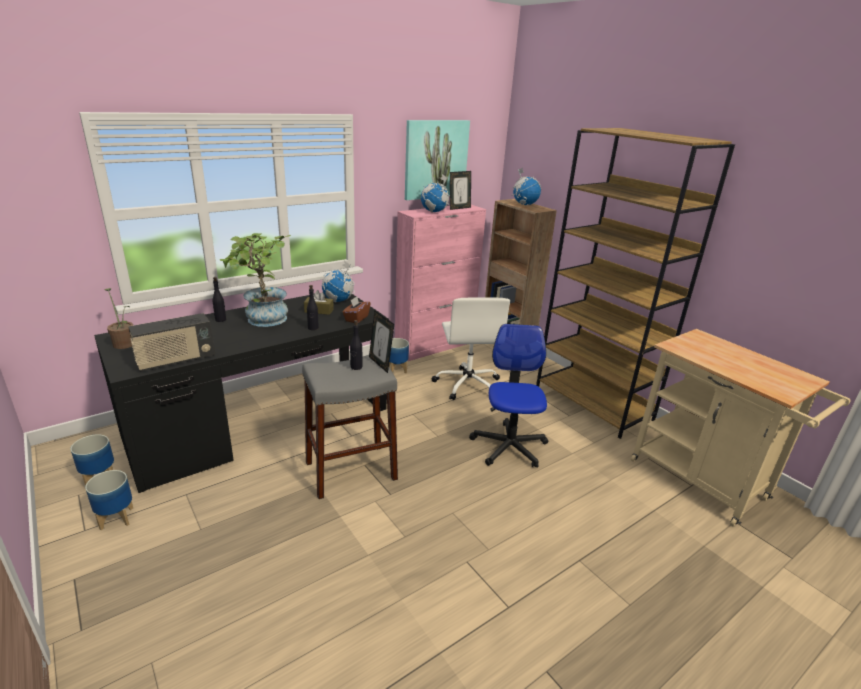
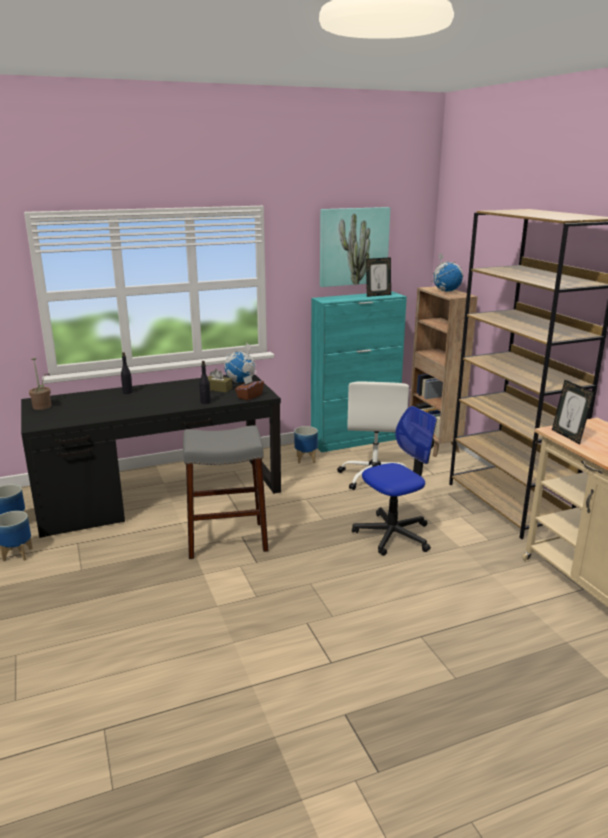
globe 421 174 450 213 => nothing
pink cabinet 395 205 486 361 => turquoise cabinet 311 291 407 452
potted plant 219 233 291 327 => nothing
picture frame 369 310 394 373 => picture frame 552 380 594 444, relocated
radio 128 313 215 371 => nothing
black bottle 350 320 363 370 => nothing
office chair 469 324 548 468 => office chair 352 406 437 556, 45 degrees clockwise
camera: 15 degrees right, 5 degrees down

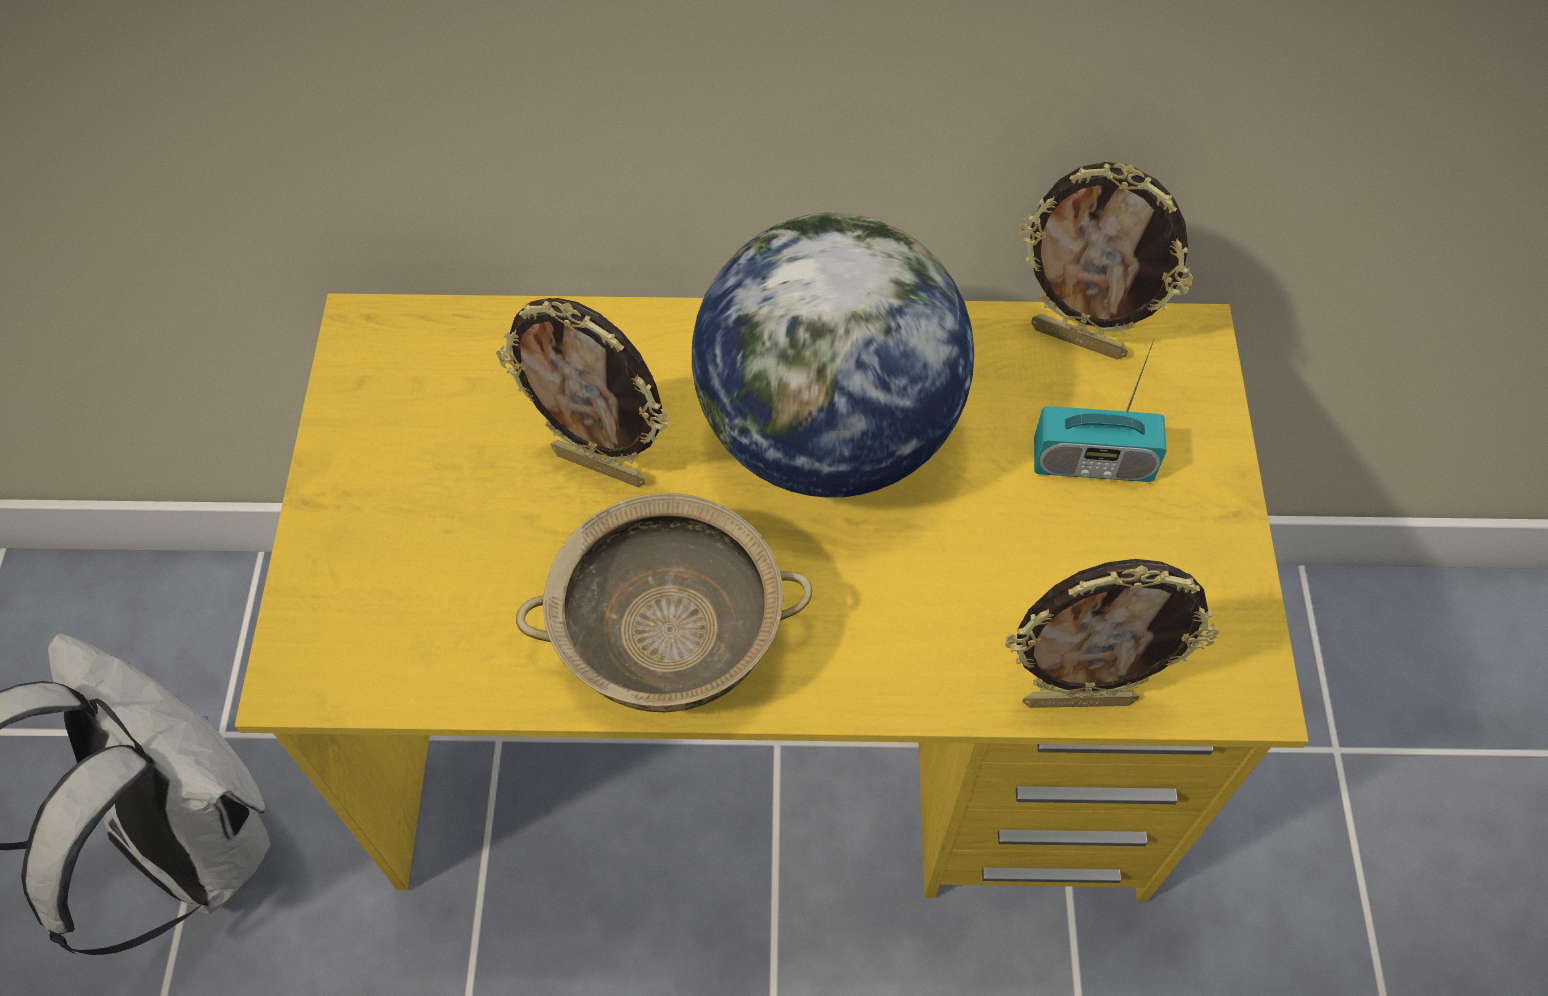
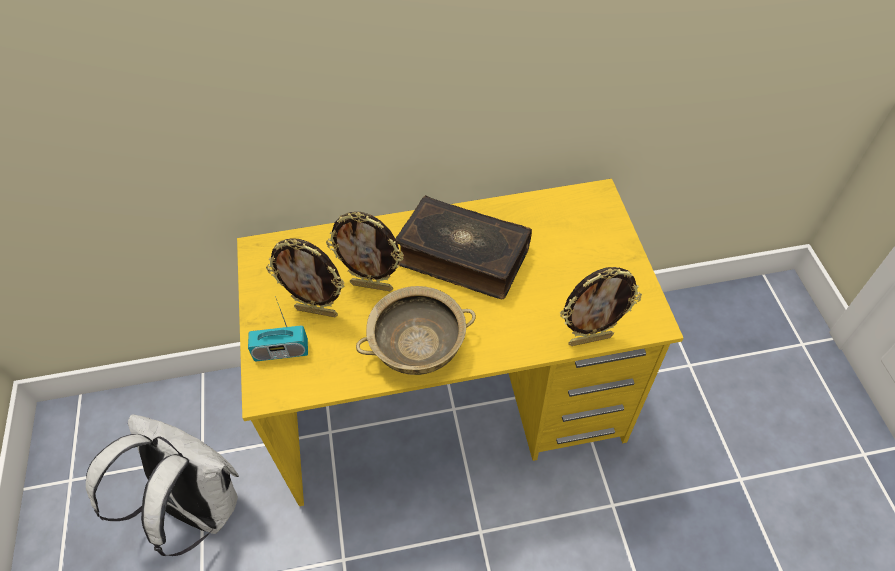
picture frame 1018 162 1193 360 => picture frame 266 239 345 317, relocated
globe 692 213 974 498 => book 395 195 532 299
radio 1034 339 1166 482 => radio 248 296 308 361, relocated
camera: 10 degrees left, 5 degrees down

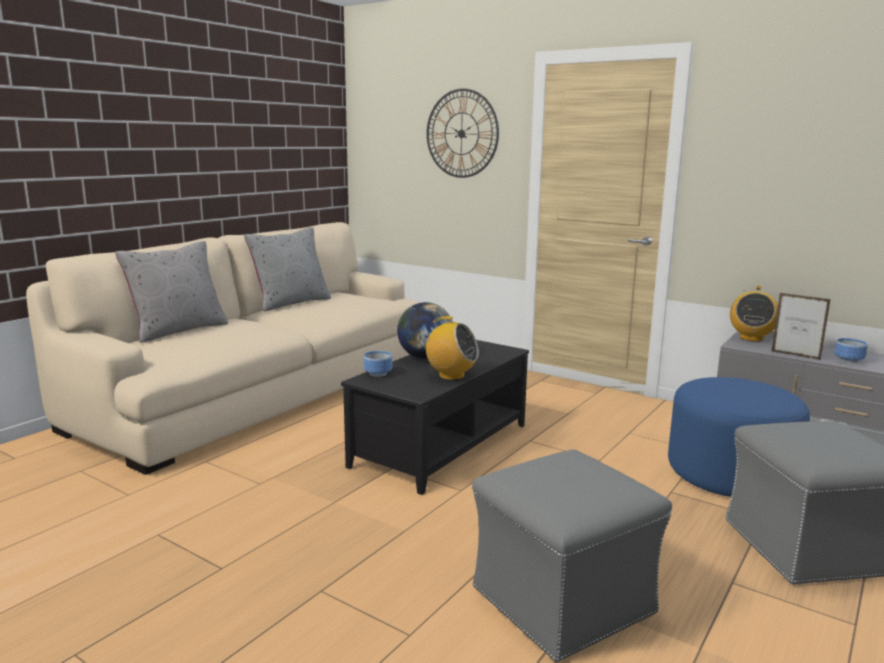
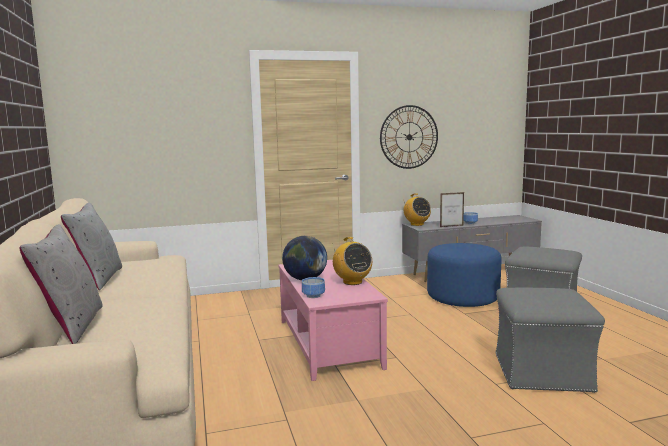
wall clock 427 89 499 178 => wall clock 380 105 438 169, relocated
radio 421 316 479 380 => radio 332 237 372 285, 90 degrees clockwise
black coffee table 341 340 529 495 => pink coffee table 278 260 388 381
camera: 50 degrees left, 5 degrees down

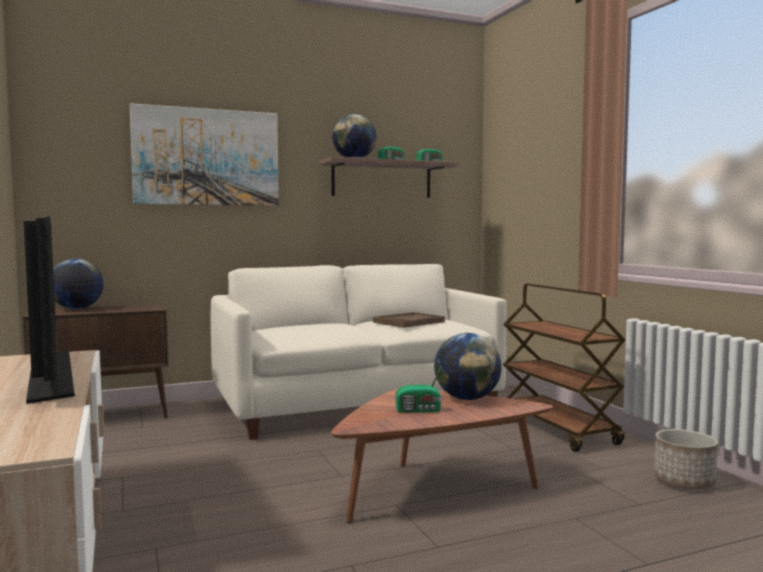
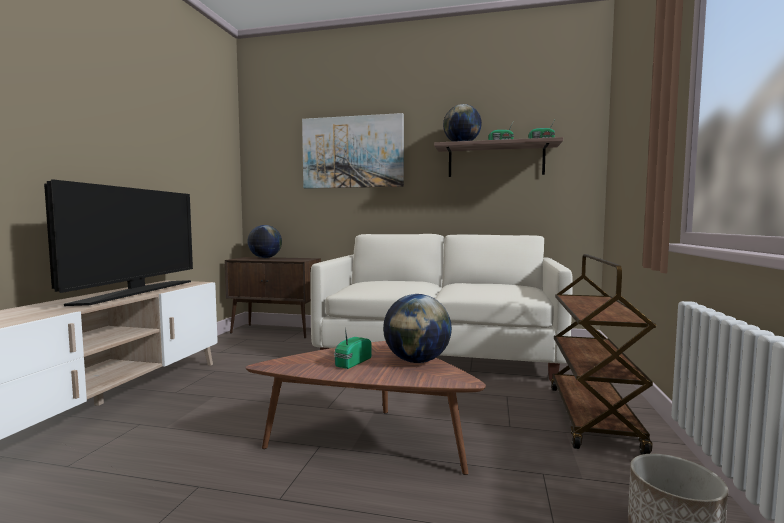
brown tray 373 312 445 328 => nothing
radio 395 365 442 413 => radio 334 327 372 369, 90 degrees clockwise
camera: 35 degrees right, 0 degrees up

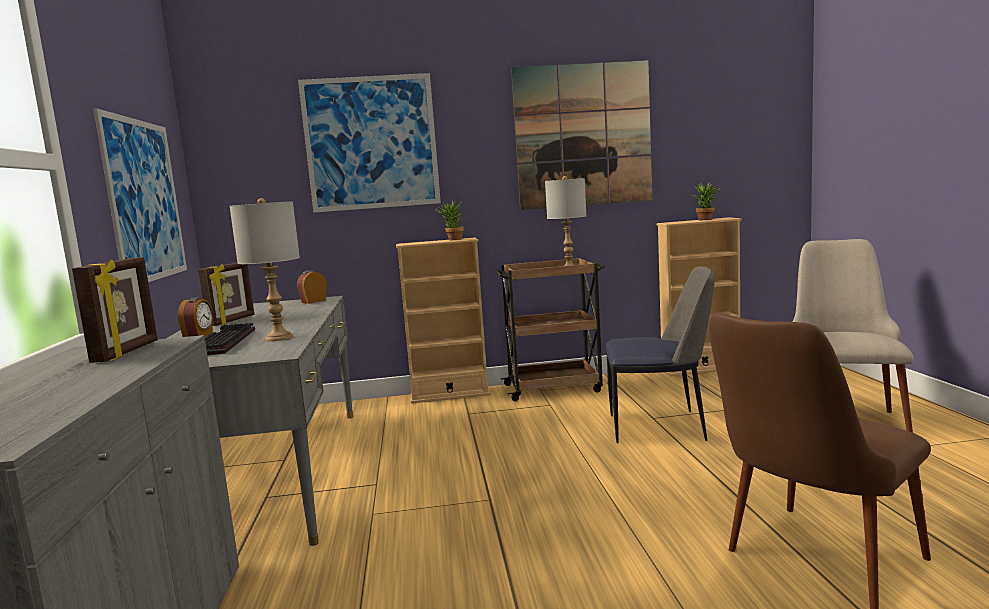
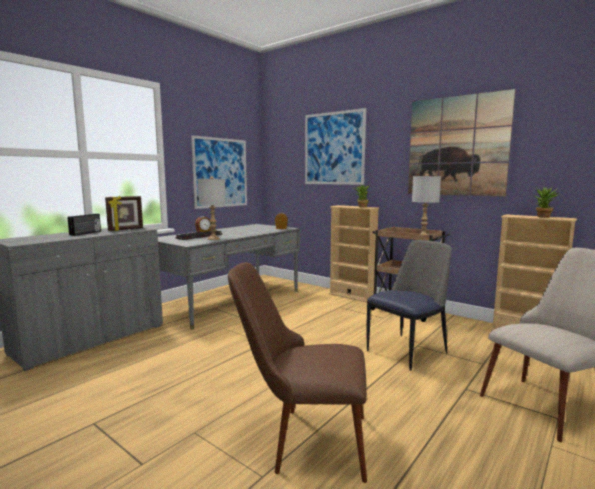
picture frame 198 263 254 326 => nothing
chair 606 266 714 443 => chair 366 240 452 371, 90 degrees counterclockwise
nothing => radio 68 214 101 236
camera: 45 degrees right, 0 degrees up

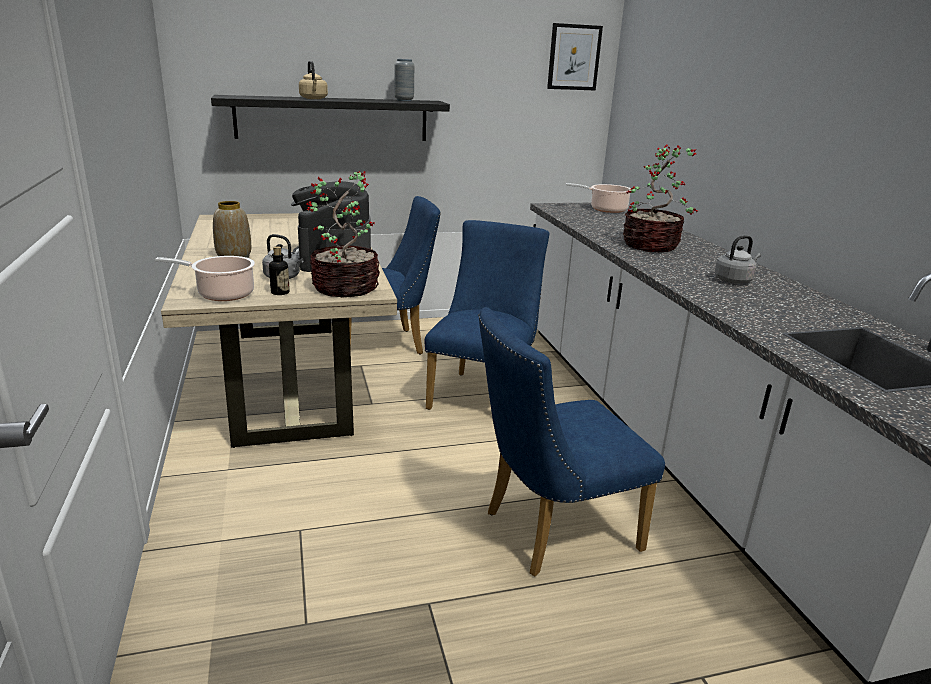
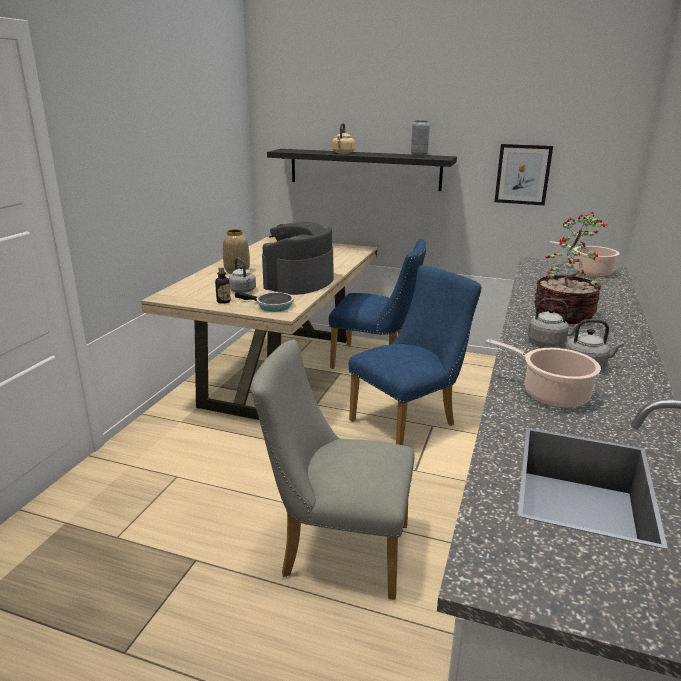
picture 547 23 603 91 => picture 494 144 553 205, relocated
potted plant 306 171 380 297 => frying pan 235 291 294 312
cooking pot 155 256 255 301 => cooking pot 485 339 601 408, relocated
blue chair 478 307 665 576 => grey chair 251 340 415 600
nothing => grey kettle 528 298 582 346
camera: 35 degrees right, 0 degrees up

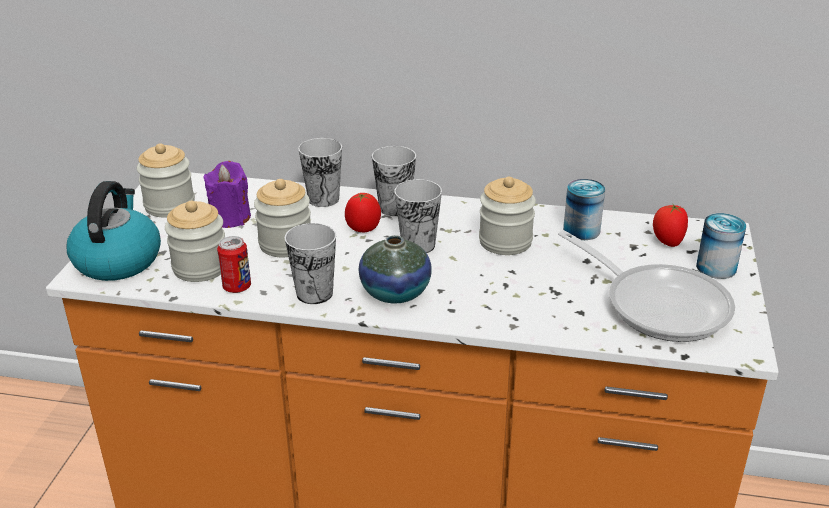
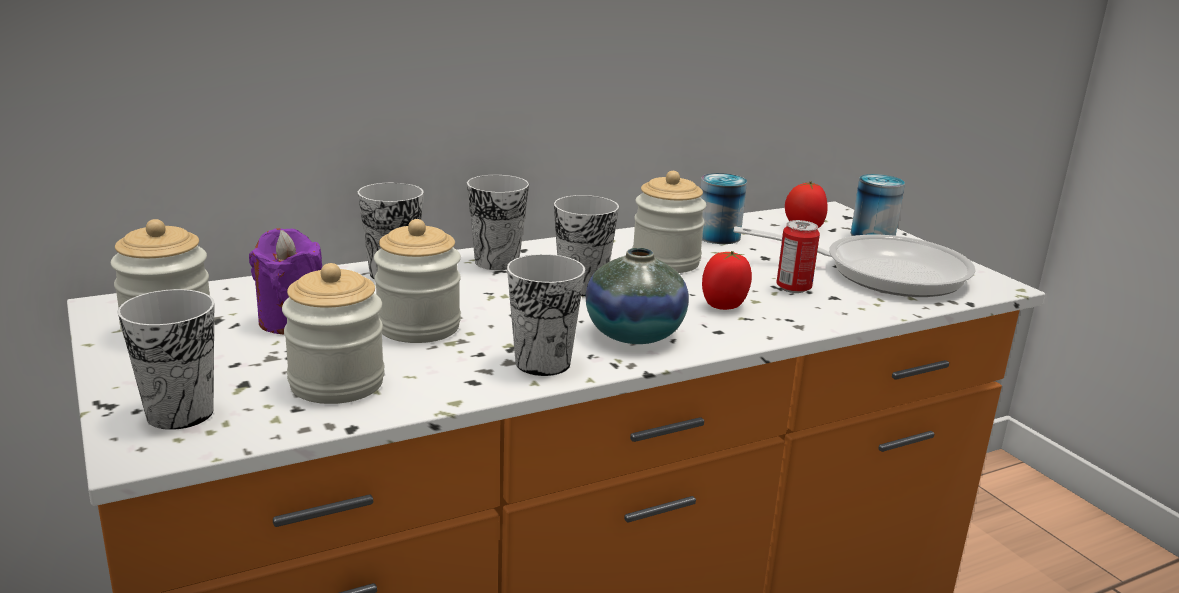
kettle 67 181 161 281 => cup 117 289 214 430
tomato 345 193 381 232 => tomato 702 251 752 310, relocated
can 217 236 251 293 => can 776 220 820 293, relocated
camera: 40 degrees left, 10 degrees down

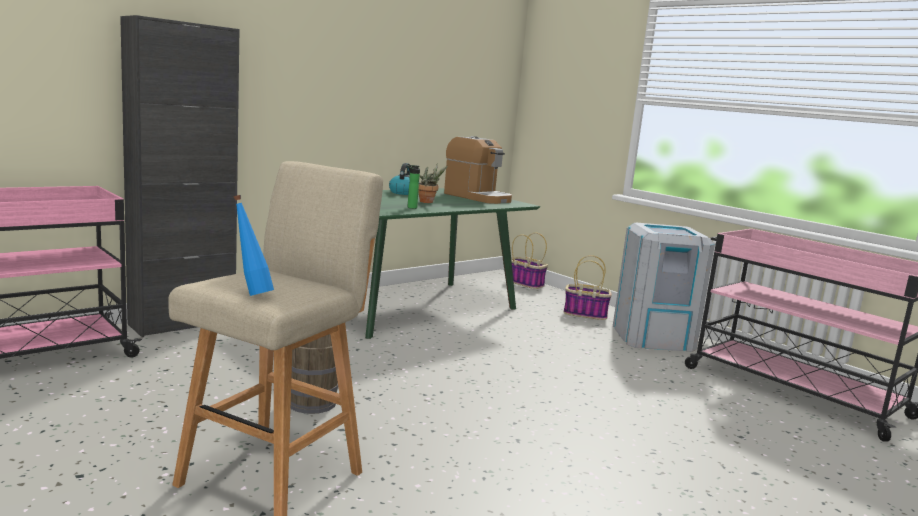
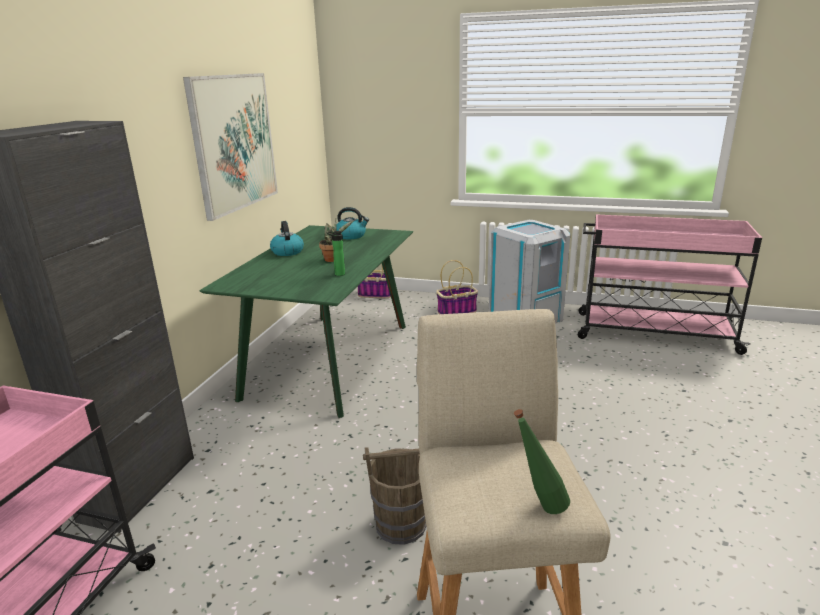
coffee machine 444 136 512 204 => kettle 336 207 369 239
blue bottle 233 195 274 296 => green bottle 514 409 570 514
nothing => picture 183 73 278 221
camera: 30 degrees left, 10 degrees up

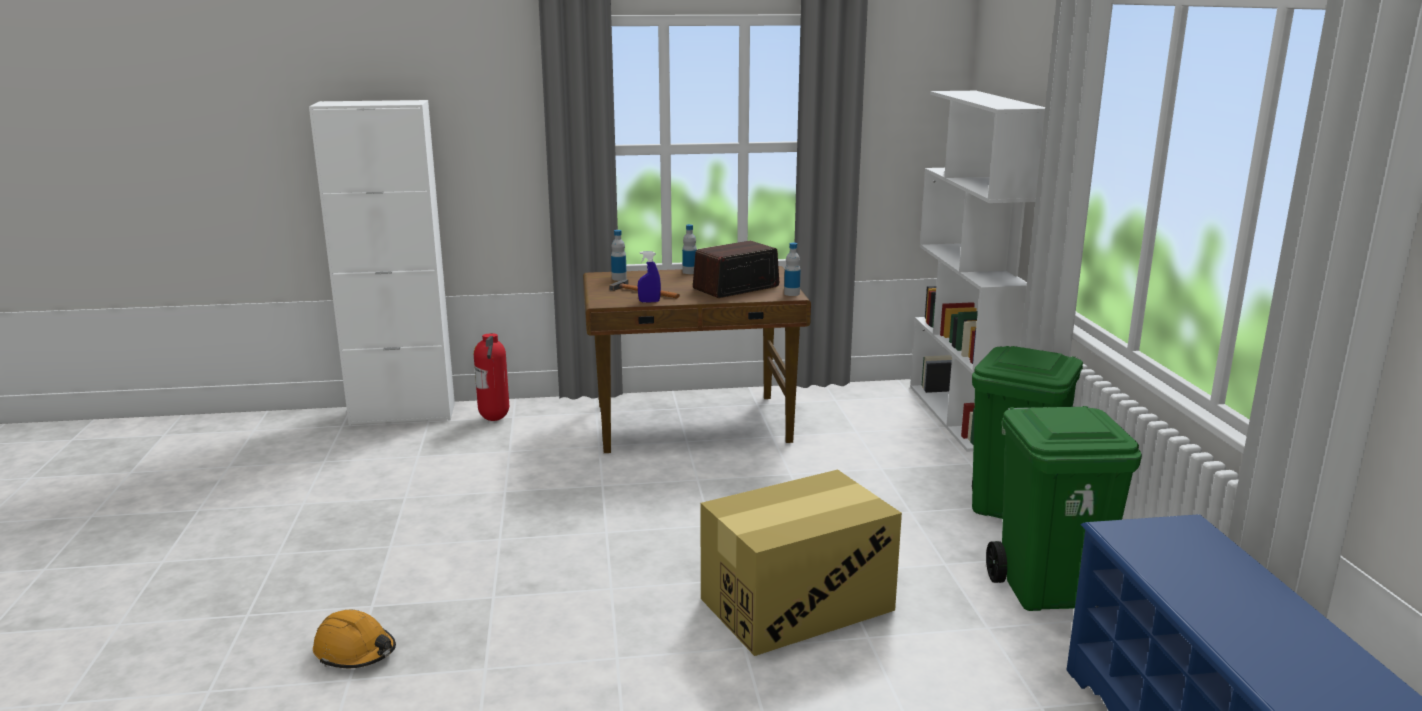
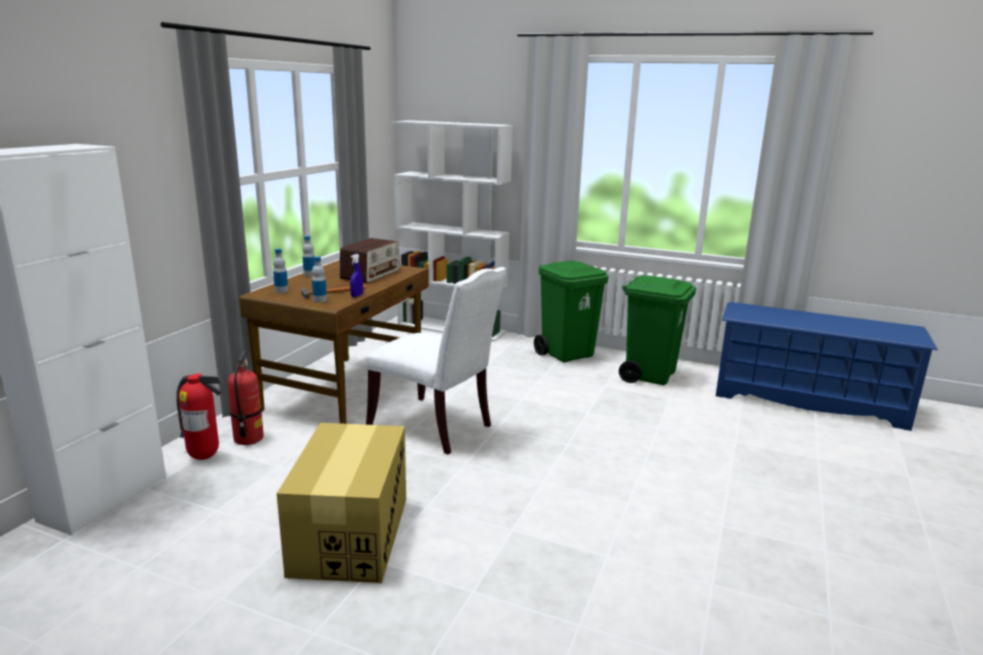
radio 693 241 779 298 => radio 340 238 400 283, 150 degrees counterclockwise
bottle 784 243 801 296 => bottle 312 256 327 303, relocated
cardboard box 700 470 902 656 => cardboard box 277 423 406 583, relocated
orange hard hat 313 610 396 668 => nothing
nothing => white chair 365 267 507 455
nothing => fire extinguisher 228 351 264 445
camera: 60 degrees left, 0 degrees up

